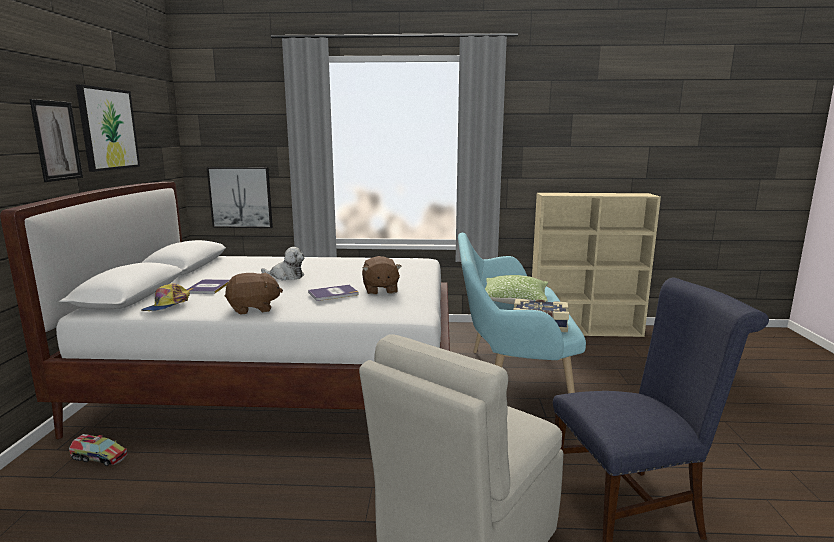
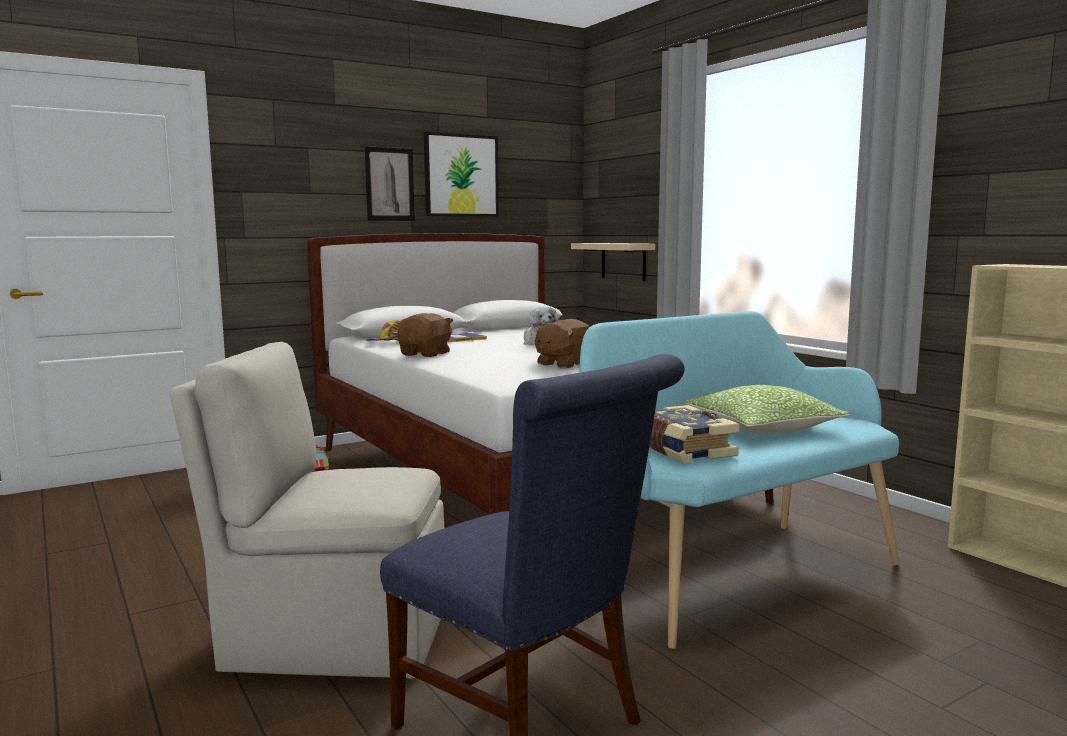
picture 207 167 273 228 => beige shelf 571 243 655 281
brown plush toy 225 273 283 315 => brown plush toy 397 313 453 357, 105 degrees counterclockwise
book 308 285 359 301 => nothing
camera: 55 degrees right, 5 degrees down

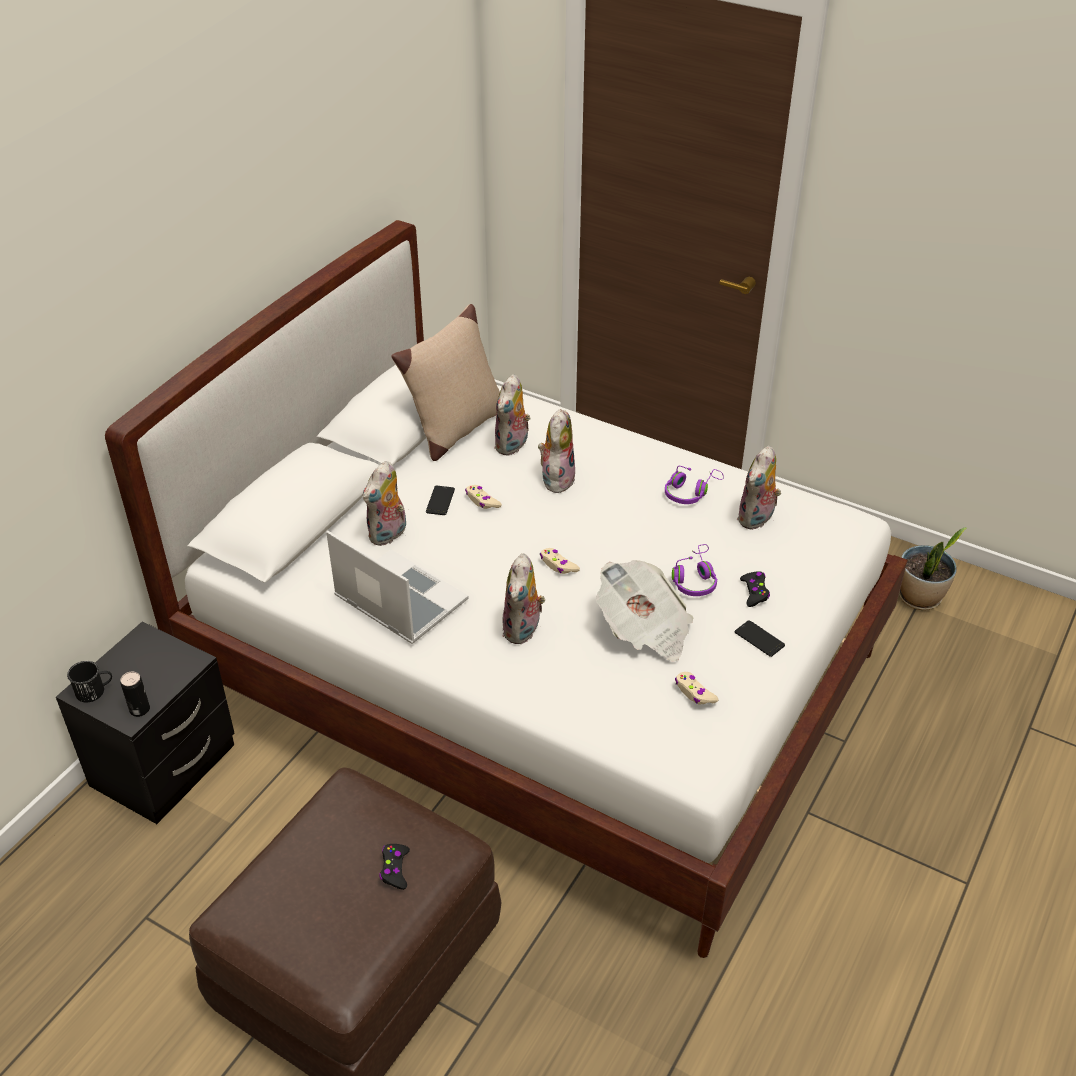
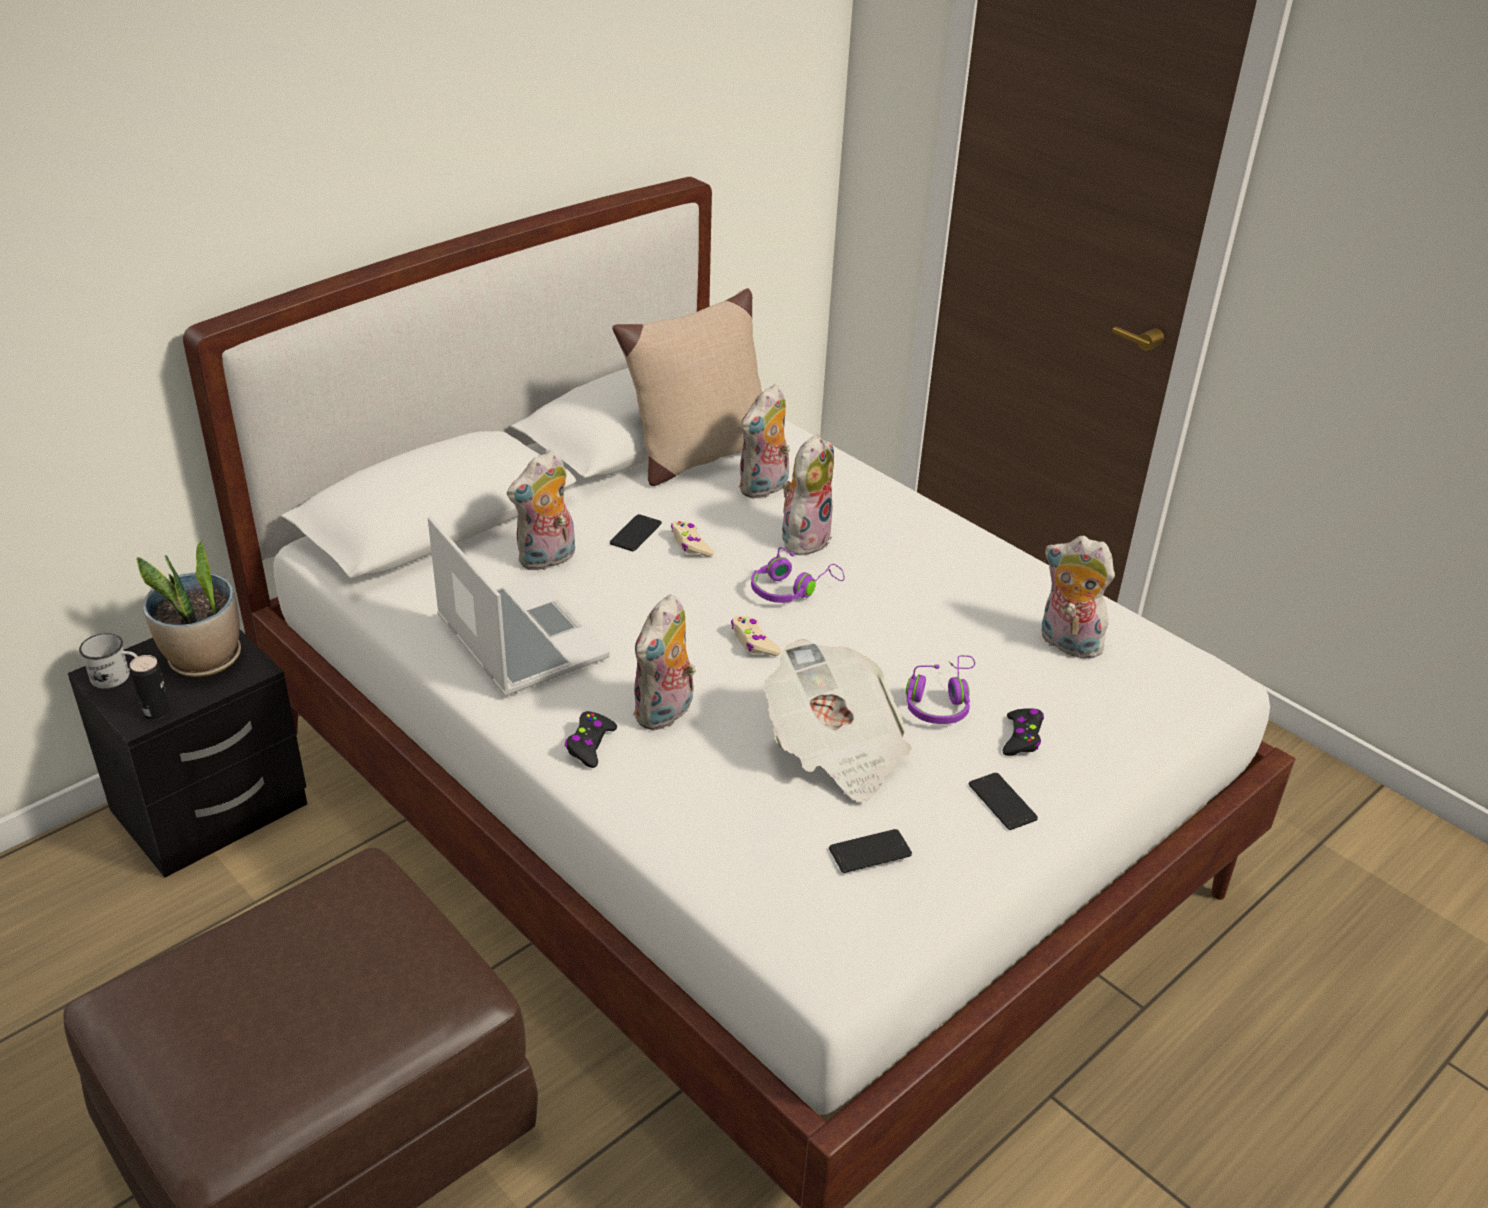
plush toy 737 446 781 530 => plush toy 1042 536 1115 659, 75 degrees clockwise
purple headphones 665 466 724 504 => purple headphones 751 547 845 603, relocated
potted plant 899 528 966 610 => potted plant 137 539 241 677, relocated
black mug 67 661 112 702 => white mug 79 633 138 689
beige game controller 675 672 719 705 => phone 829 829 912 873
black game controller 379 844 410 890 => black game controller 565 711 617 768, relocated
camera: 15 degrees right, 5 degrees down

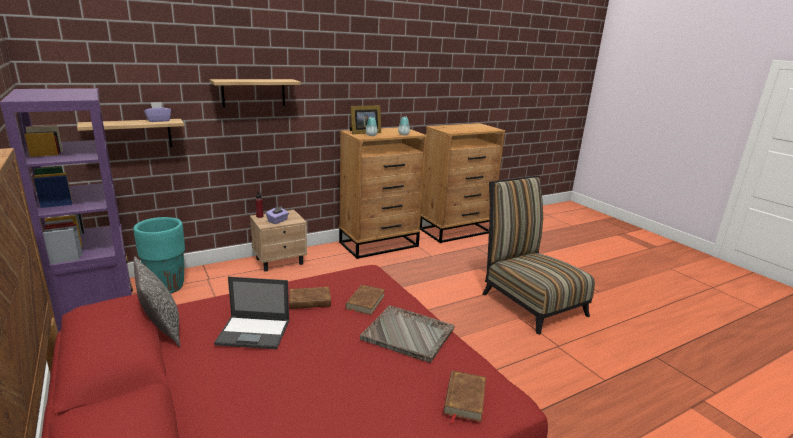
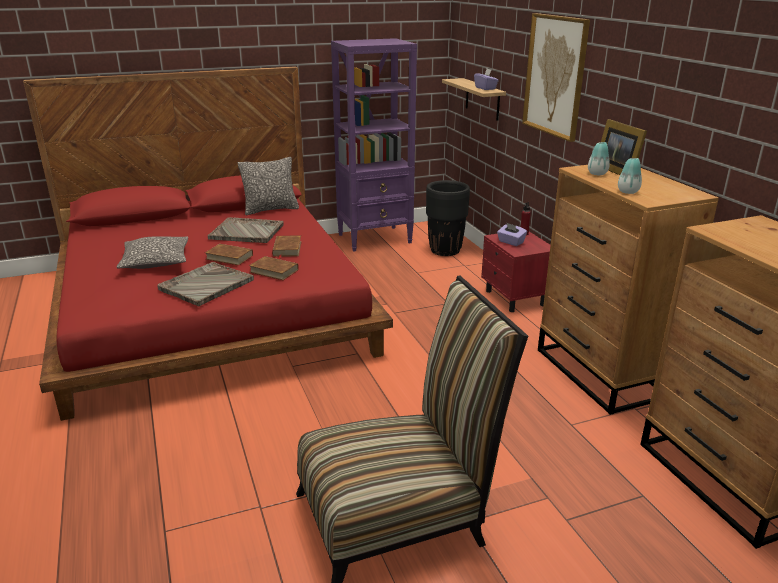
shelf 210 79 301 107 => picture 522 13 590 142
beige nightstand 250 210 307 272 => red nightstand 481 232 551 312
turquoise planter 133 217 185 294 => black planter 426 180 470 256
laptop 214 277 289 349 => grey tray 208 217 284 243
brown book 444 370 486 424 => brown book 205 244 253 265, relocated
nothing => pillow 117 236 188 269
camera: 100 degrees right, 5 degrees up

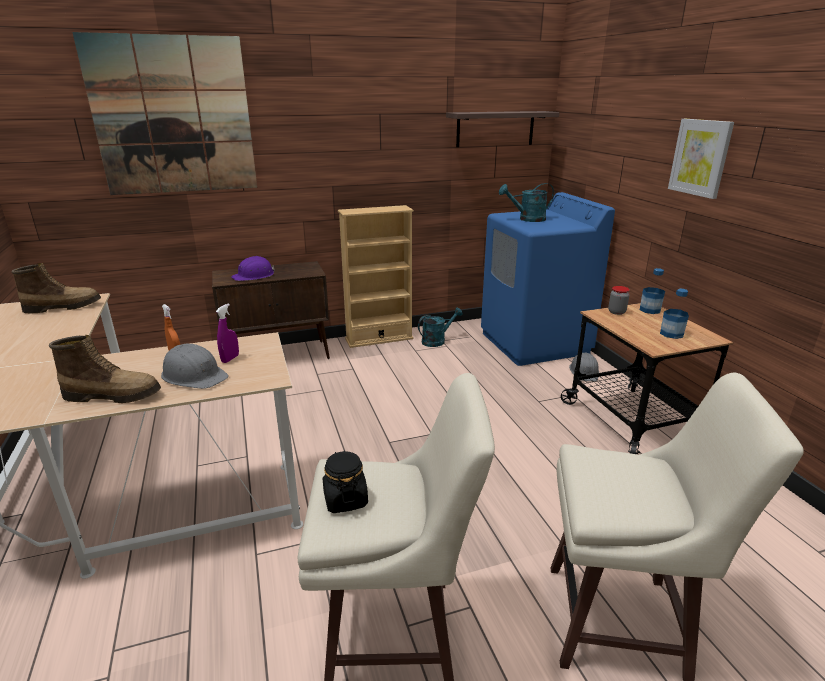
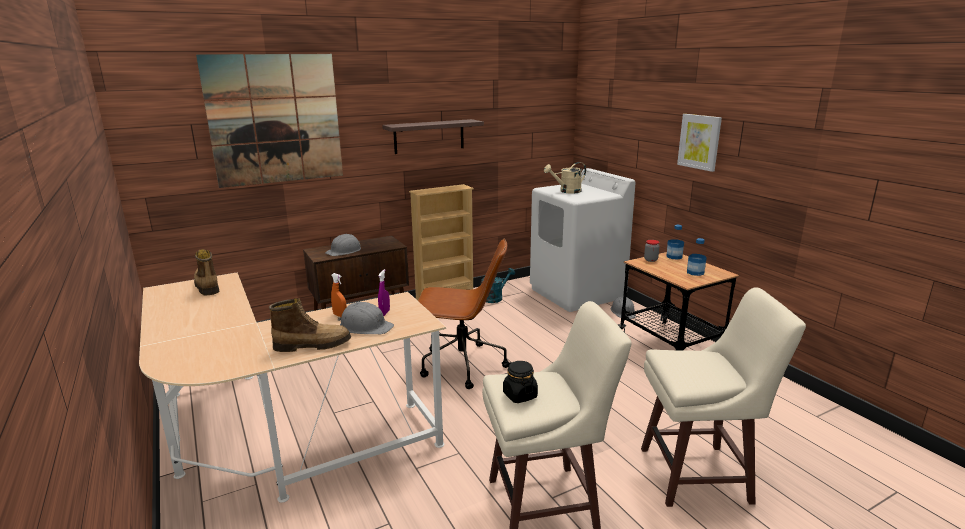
shelf 446 111 560 147 => shelf 382 119 484 154, relocated
turquoise watering can 499 183 554 222 => beige watering can 544 162 586 193
blue washing machine 481 192 615 366 => white washing machine 530 168 636 312
purple hard hat 231 256 275 281 => grey hard hat 325 234 361 256
boot 11 263 101 314 => boot 194 249 219 295, 90 degrees counterclockwise
nothing => brown office chair 418 239 510 389
camera: 10 degrees left, 5 degrees down

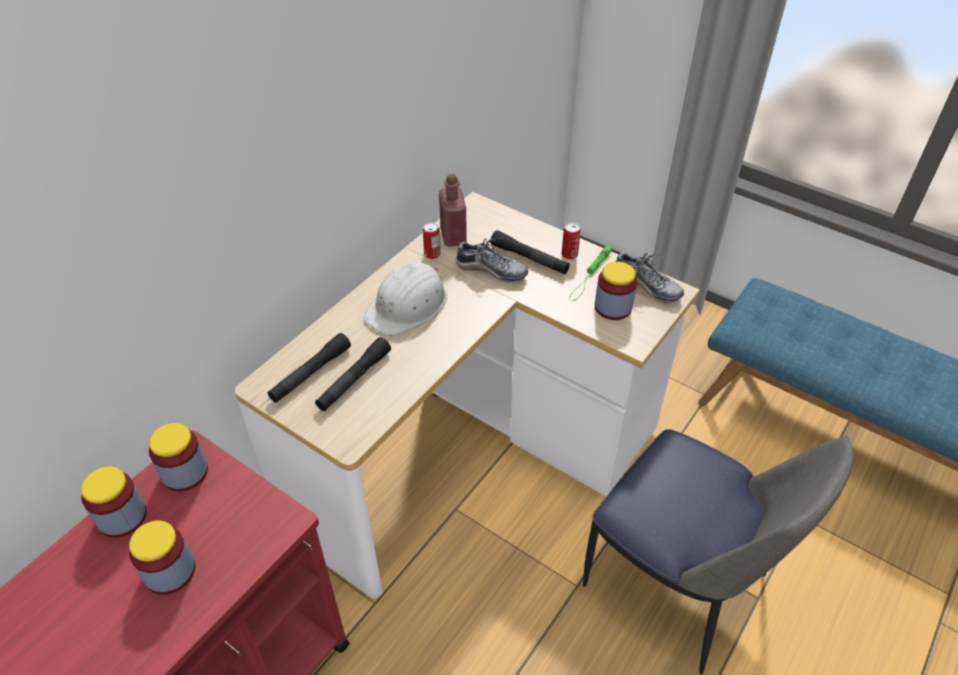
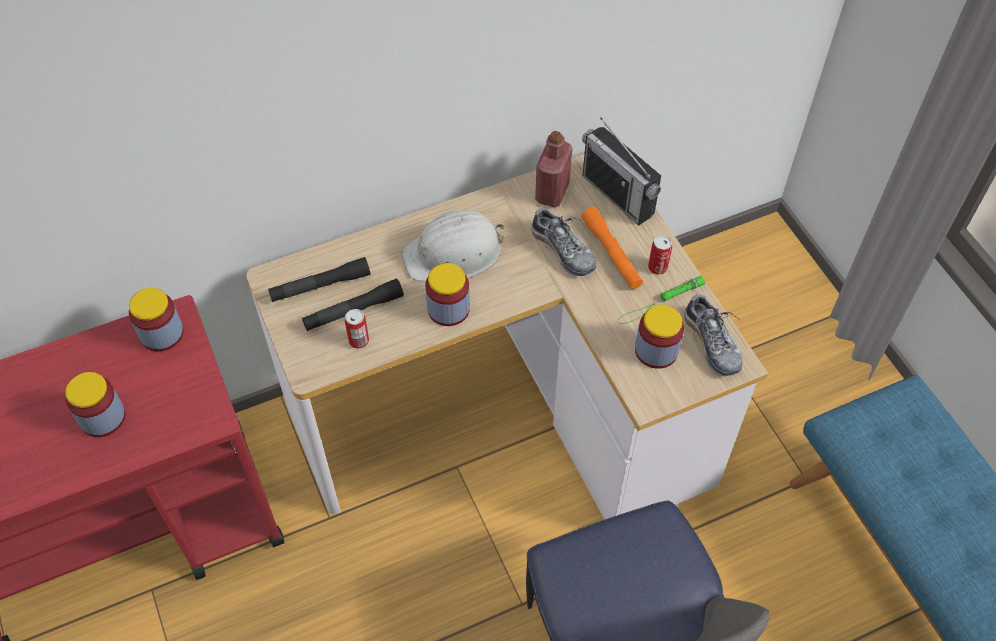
can 423 222 441 259 => can 345 309 369 349, relocated
black flashlight 490 230 570 275 => orange flashlight 581 207 643 289
jar 81 467 147 538 => jar 425 263 470 326, relocated
nothing => radio 582 117 661 225
camera: 30 degrees right, 10 degrees up

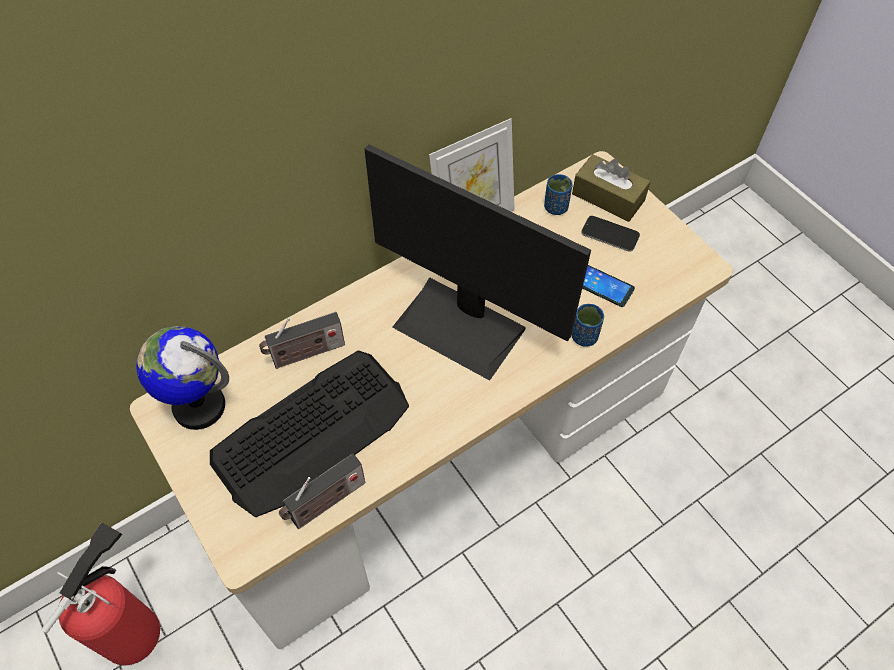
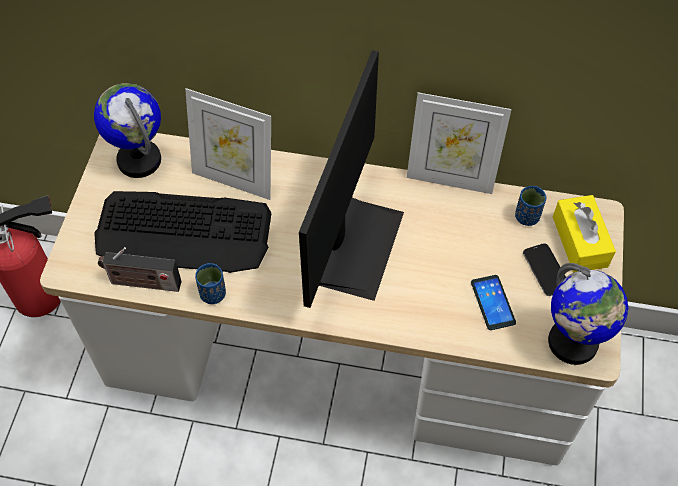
monitor 364 145 591 381 => monitor 299 50 404 308, 150 degrees counterclockwise
brown tissue box 572 154 650 222 => yellow tissue box 553 195 616 273
blue cup 571 304 604 347 => blue cup 195 263 226 304, relocated
radio 259 312 345 369 => picture frame 185 88 271 200
nothing => globe 548 263 628 365
camera: 45 degrees right, 0 degrees up

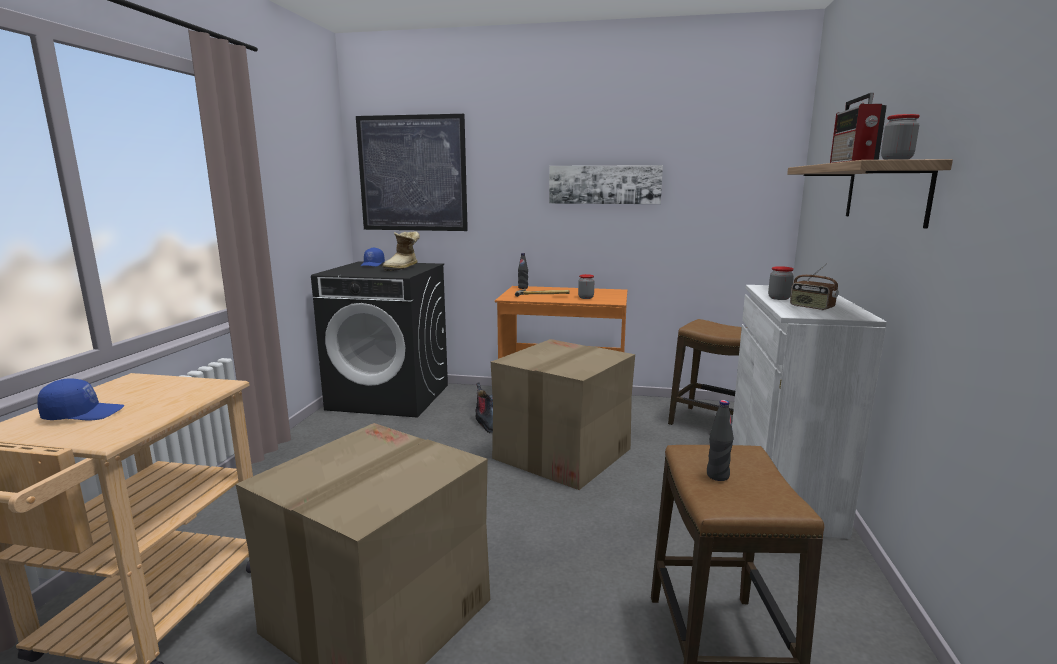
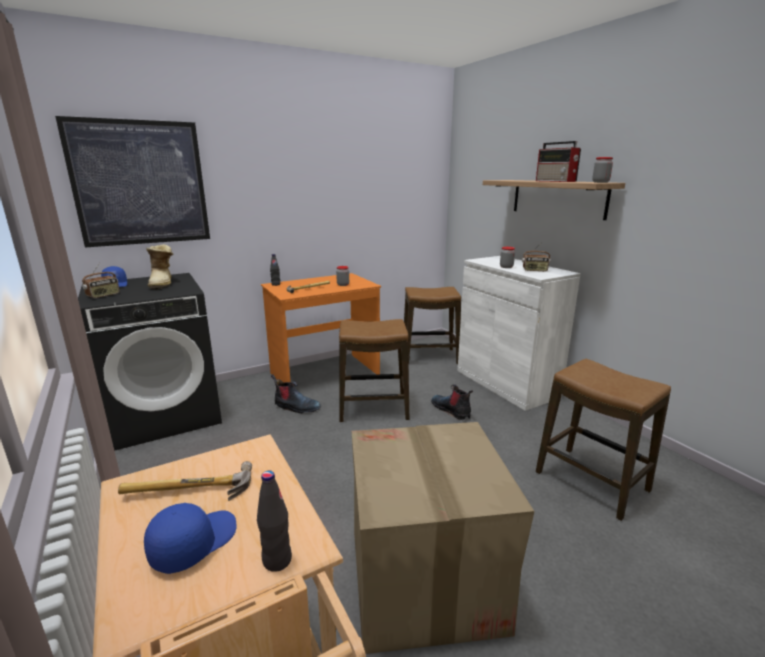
picture 549 165 663 204 => nothing
cardboard box 491 339 635 490 => stool 339 319 409 422
black bottle 707 400 734 481 => black bottle 257 471 292 572, relocated
nothing => radio 82 262 120 298
nothing => boot 431 384 473 420
nothing => hammer 118 461 252 501
camera: 40 degrees left, 5 degrees up

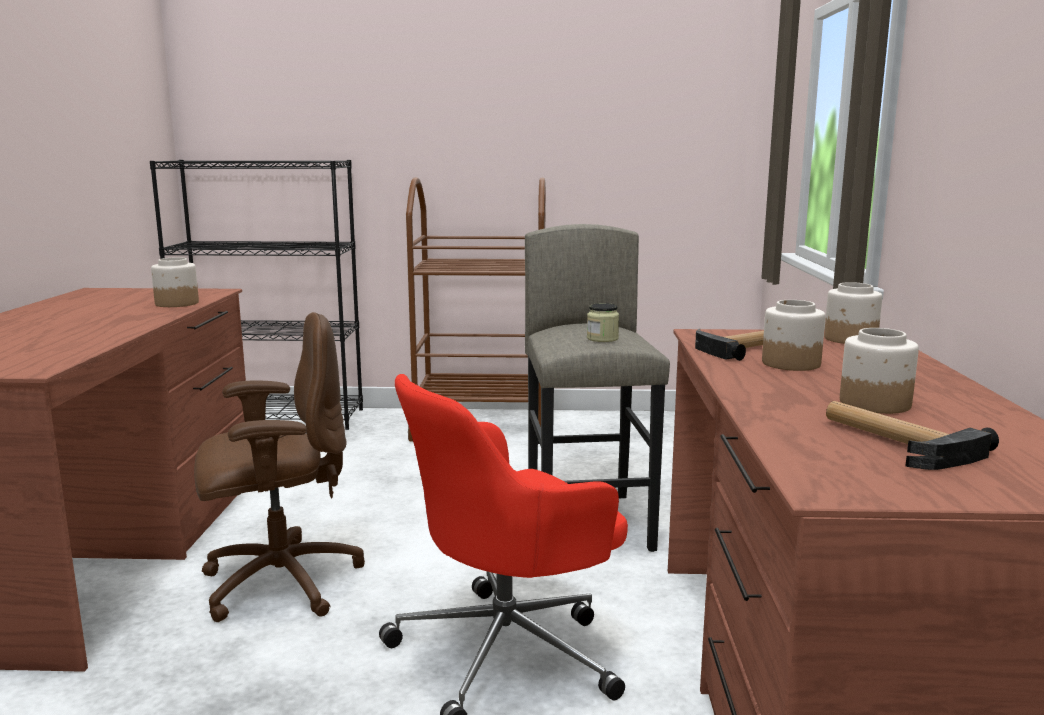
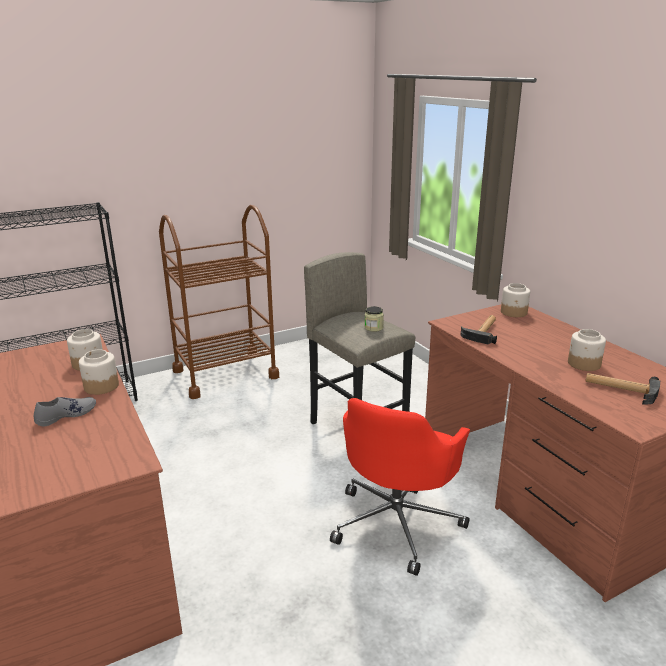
jar 762 300 825 371 => jar 79 350 119 395, relocated
brown office chair 194 312 365 622 => nothing
nothing => grey shoe 33 397 96 427
camera: 30 degrees left, 10 degrees up

